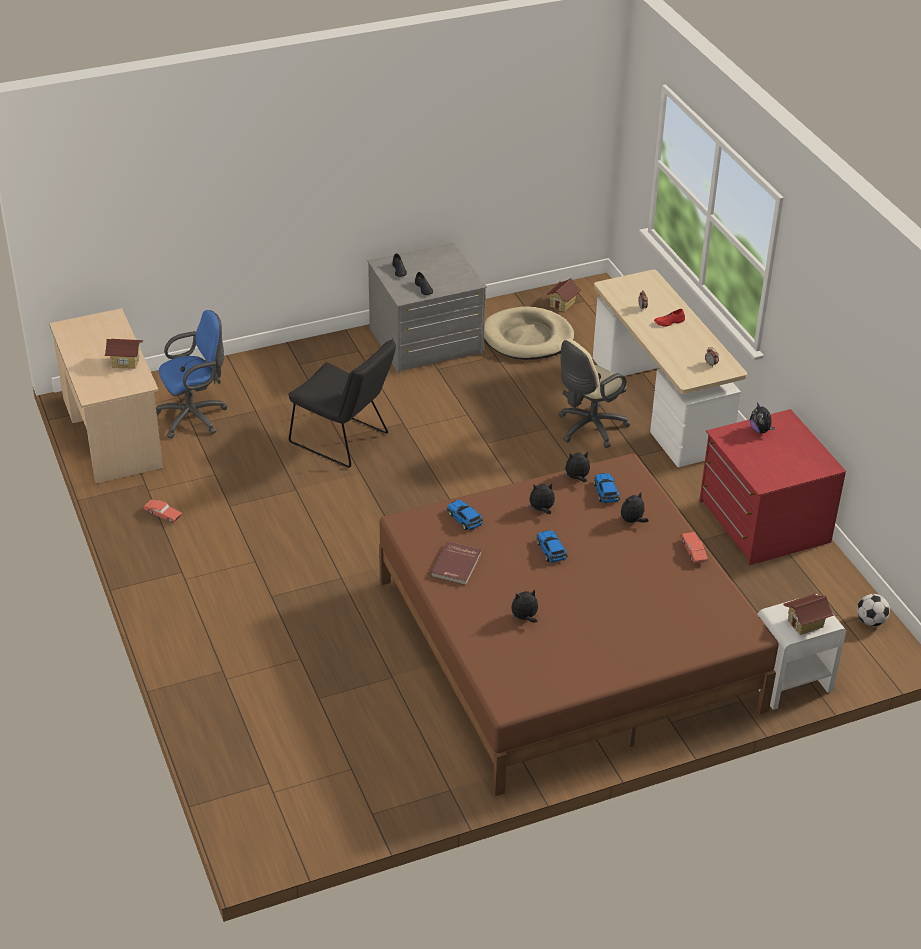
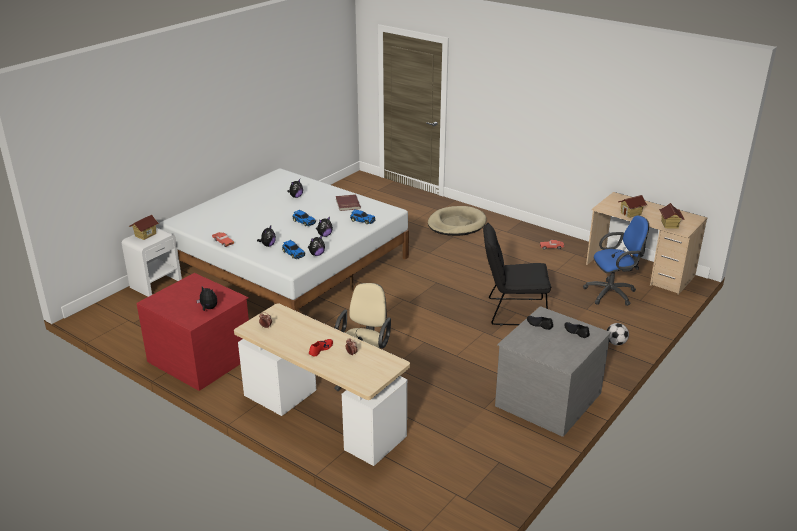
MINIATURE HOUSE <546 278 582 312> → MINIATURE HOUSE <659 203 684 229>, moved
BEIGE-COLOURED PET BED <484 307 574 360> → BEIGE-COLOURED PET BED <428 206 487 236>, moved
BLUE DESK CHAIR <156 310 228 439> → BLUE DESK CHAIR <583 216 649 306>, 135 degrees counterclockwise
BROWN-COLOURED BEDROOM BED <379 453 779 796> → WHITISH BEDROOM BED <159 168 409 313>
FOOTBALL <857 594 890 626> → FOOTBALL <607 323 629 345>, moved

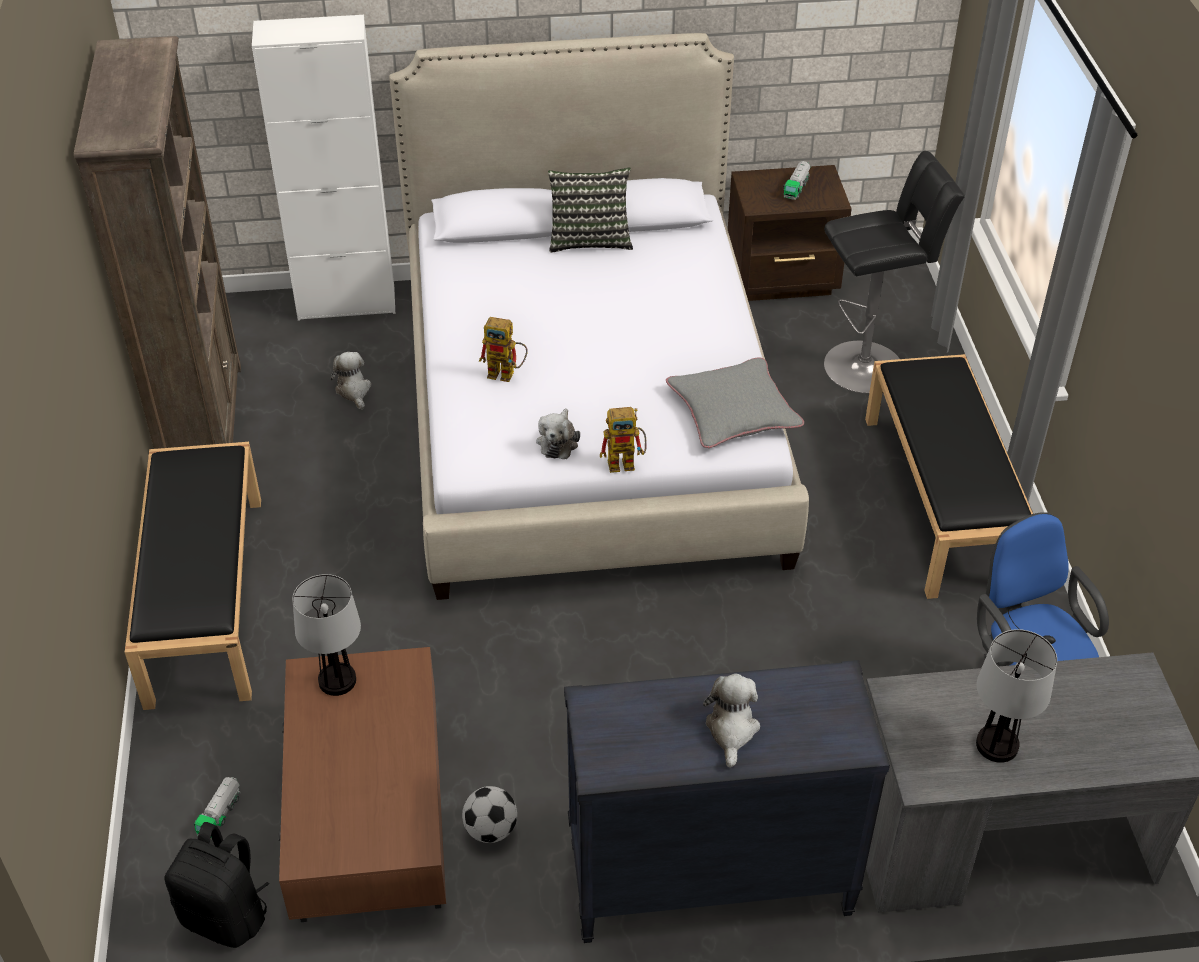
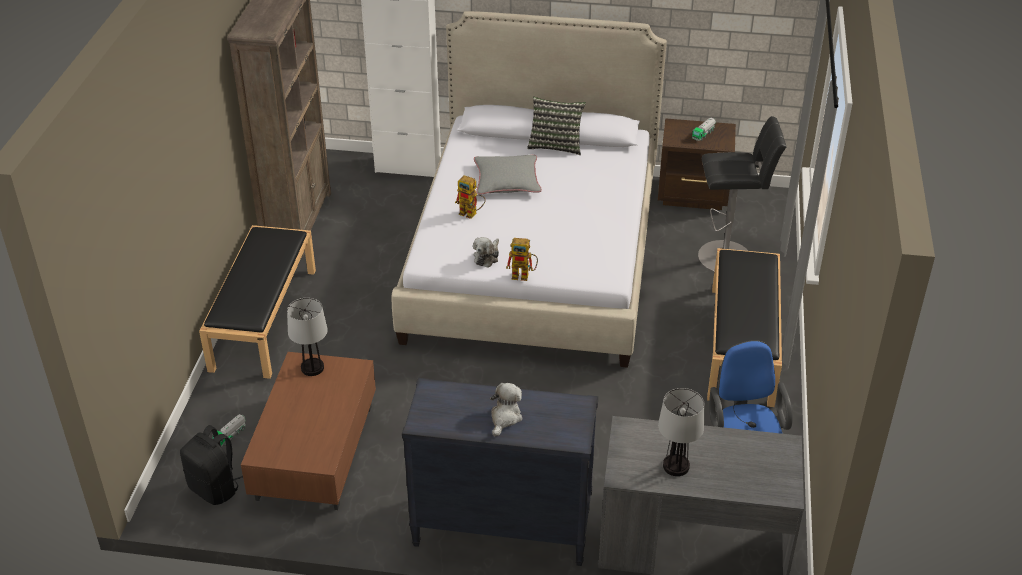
SOFT TOY <330 352 371 410> → -
GRAY THROW PILLOW <666 357 804 448> → GRAY THROW PILLOW <474 155 542 194>, moved
FOOTBALL <462 786 517 843> → -

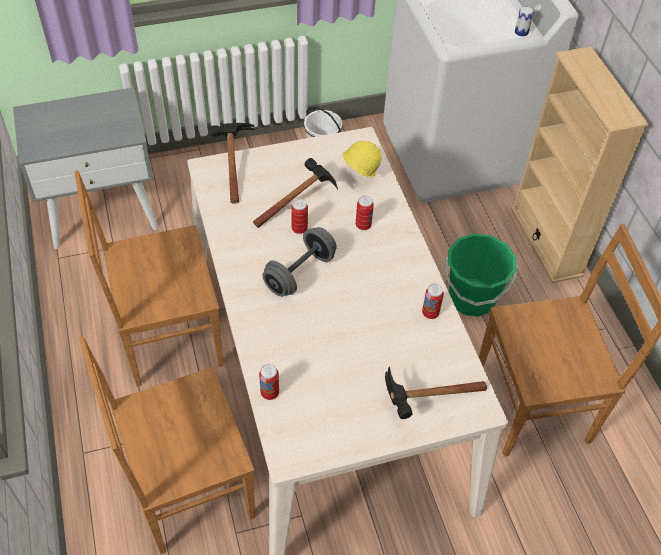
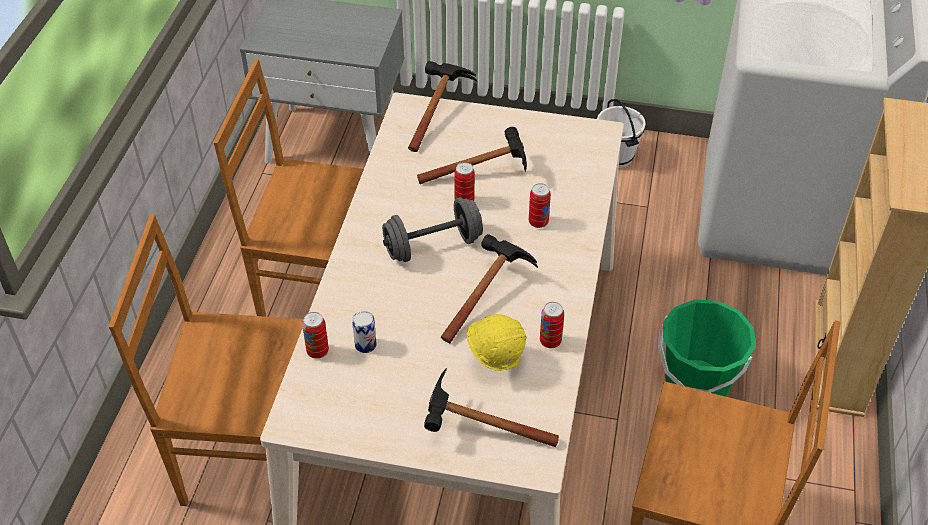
CAN <515 6 534 37> → CAN <352 311 376 353>, moved
YELLOW SAFETY HELMET <343 141 382 178> → YELLOW SAFETY HELMET <467 314 527 371>, moved
- → HAMMER <441 234 538 343>

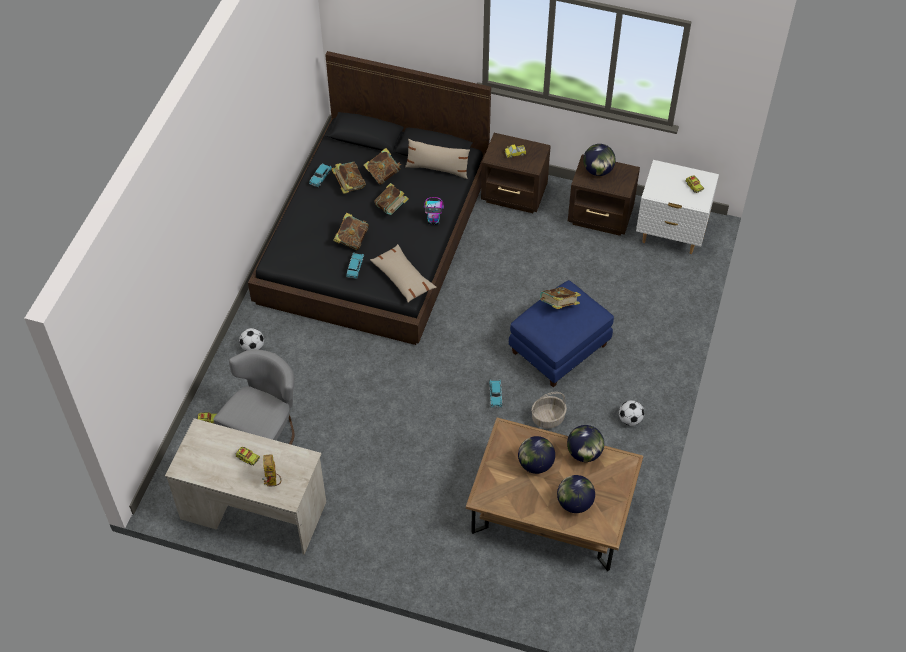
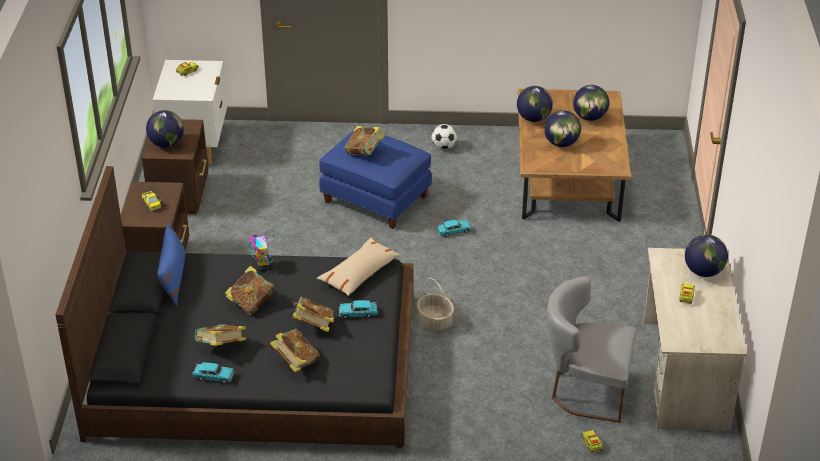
BEIGE-COLOURED THROW PILLOW <405 139 470 179> → BLUE THROW PILLOW <157 222 186 306>
VOLUME <364 148 402 185> → VOLUME <270 329 320 372>, moved
FOOTBALL <239 328 264 351> → -
BASKET <531 392 567 428> → BASKET <417 278 454 331>, moved
MODEL ROBOT <261 454 281 486> → WORLD GLOBE <685 234 728 277>

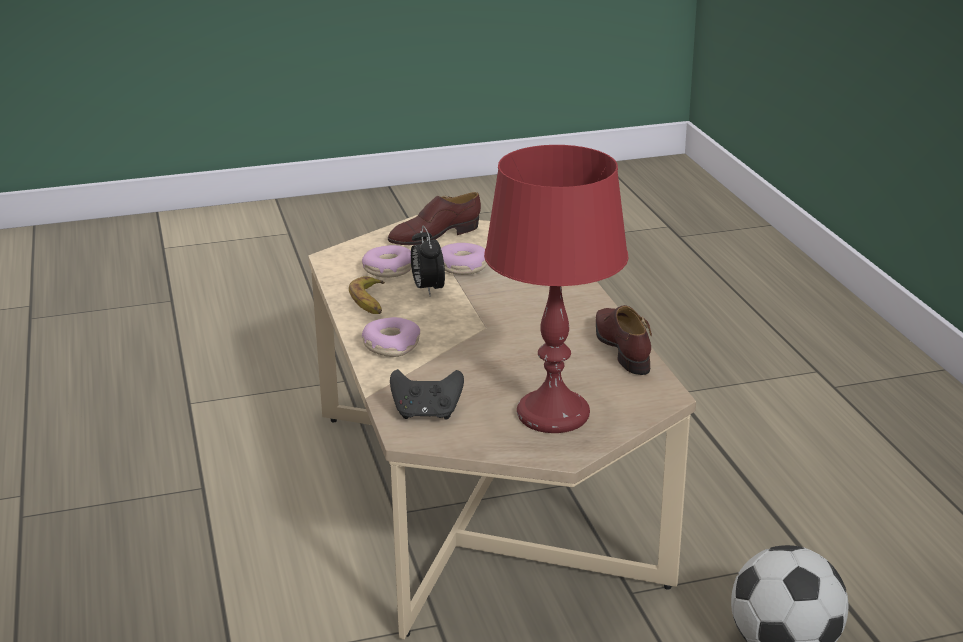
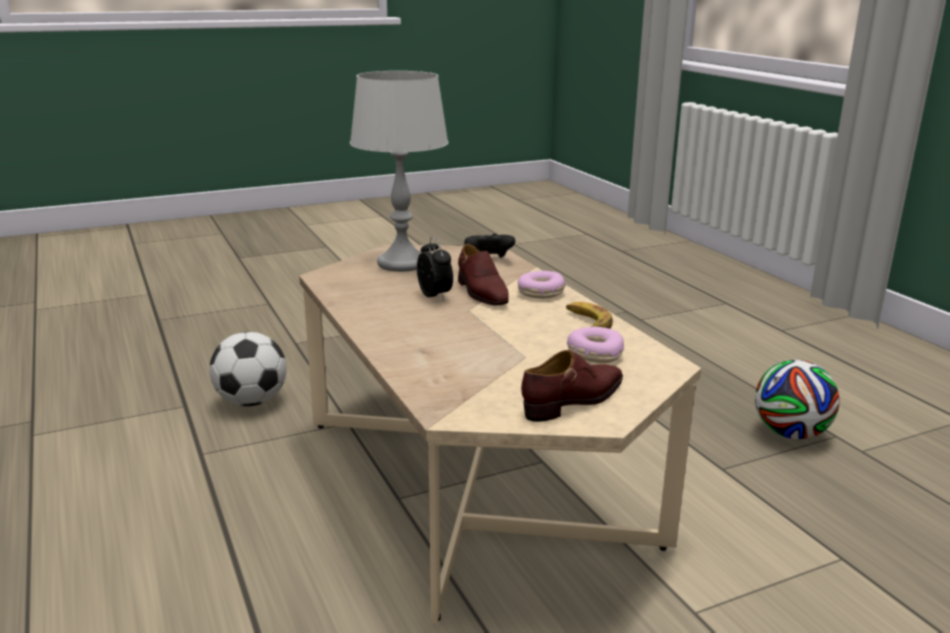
RED-COLOURED LAMP FOR A TABLE <484 145 629 433> → GRAY LAMP FOR A TABLE <350 71 449 272>
TABLE CLOCK <411 226 445 297> → TABLE CLOCK <417 237 453 301>, moved
RING DOUGHNUT <441 243 487 275> → -
BROWN-COLOURED LOW SHOE <596 305 652 375> → BROWN-COLOURED LOW SHOE <458 244 509 306>, moved
- → FOOTBALL <755 360 840 439>

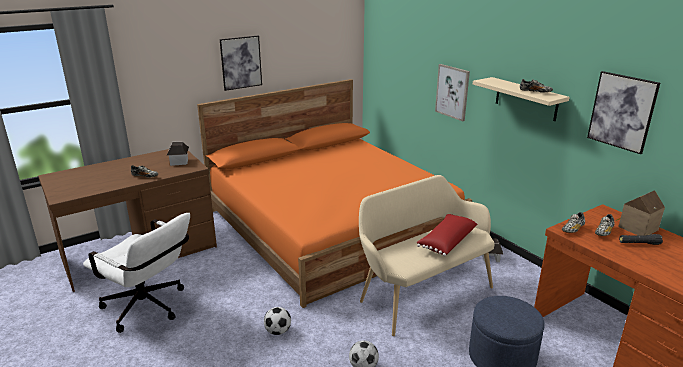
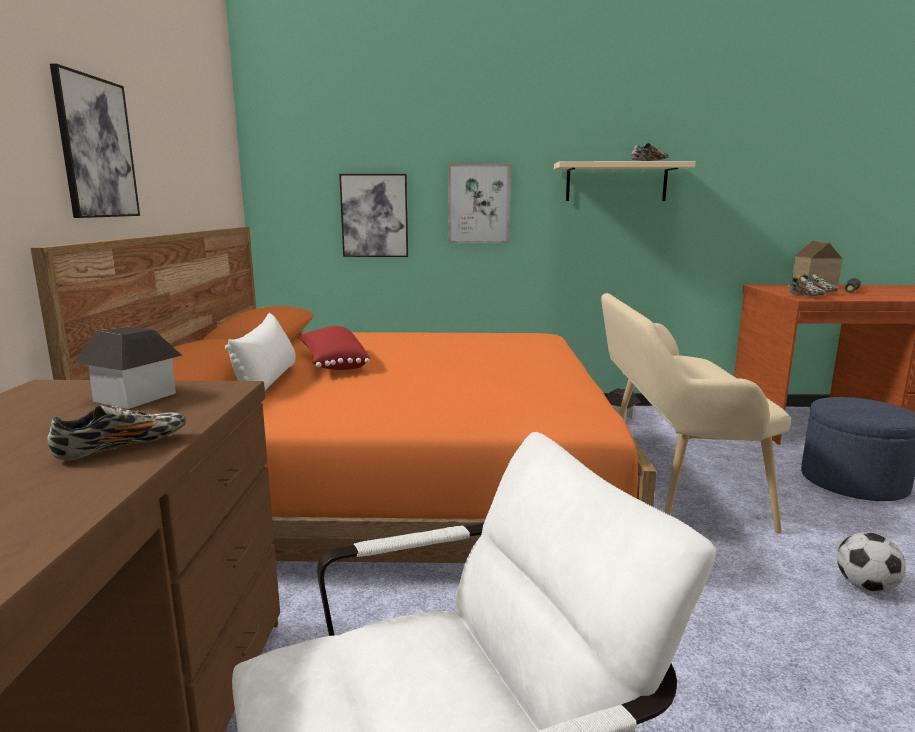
PICTURE <587 71 660 154> → PICTURE <339 174 408 257>, moved
RED-COLOURED THROW PILLOW <416 214 477 256> → RED-COLOURED THROW PILLOW <299 326 370 370>, moved
FOOTBALL <264 307 291 335> → -
- → WHITISH THROW PILLOW <225 313 296 390>

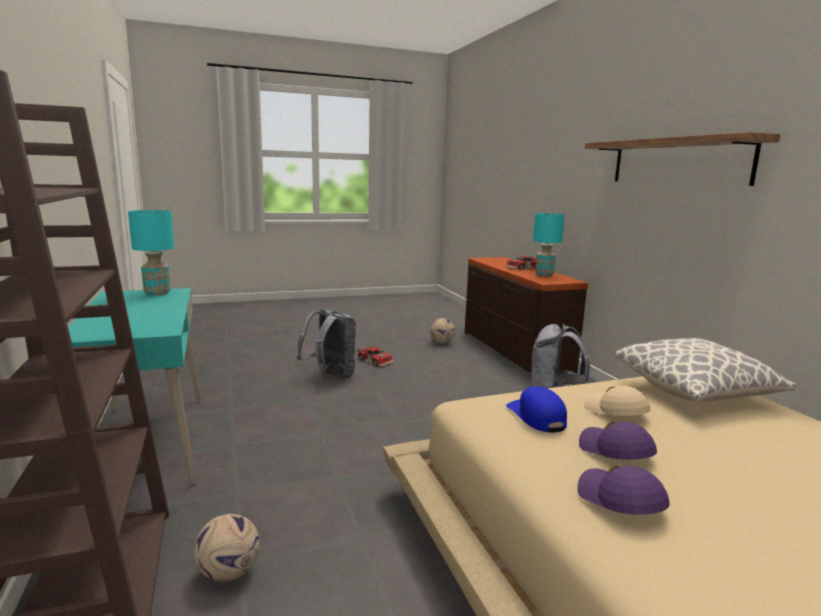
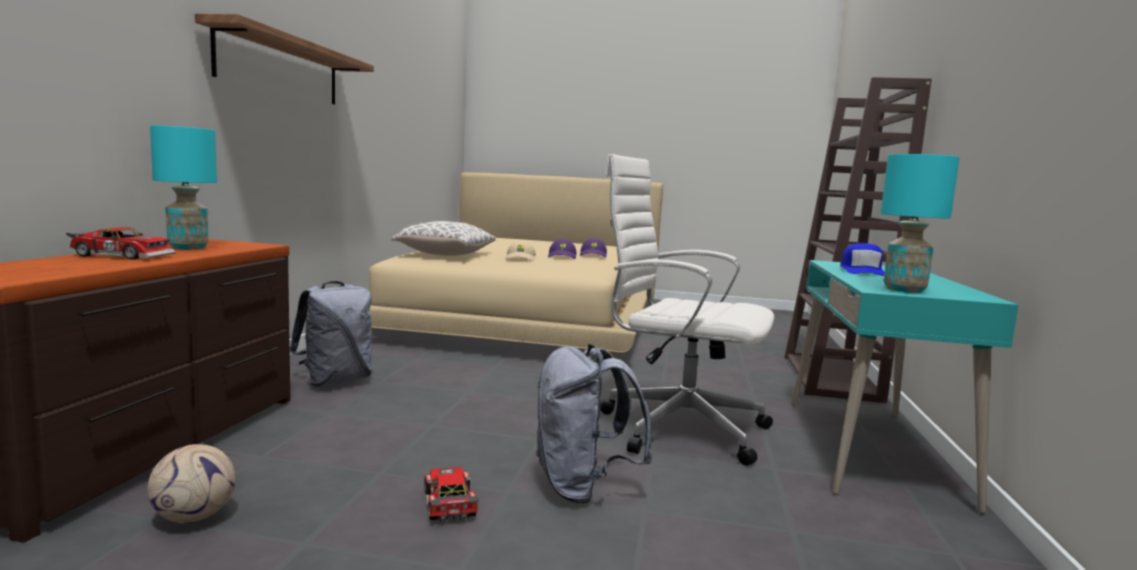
BLUE CAP <506 386 567 433> → BLUE CAP <840 243 885 276>, moved
FOOTBALL <194 514 260 582> → -
- → WHITISH DESK CHAIR <600 154 774 466>

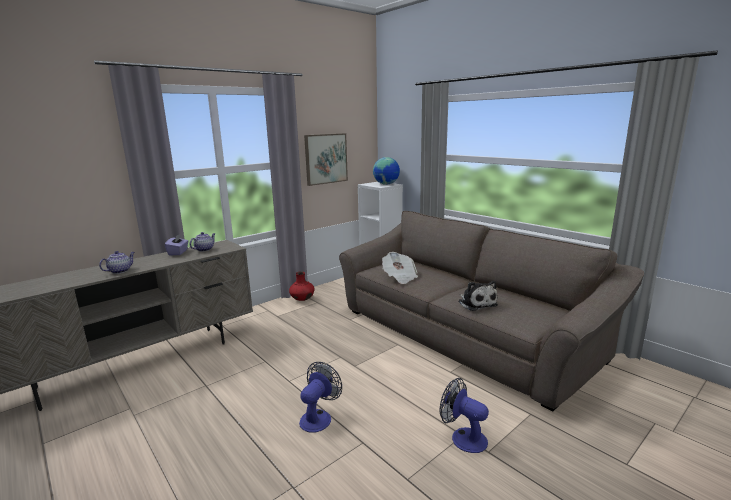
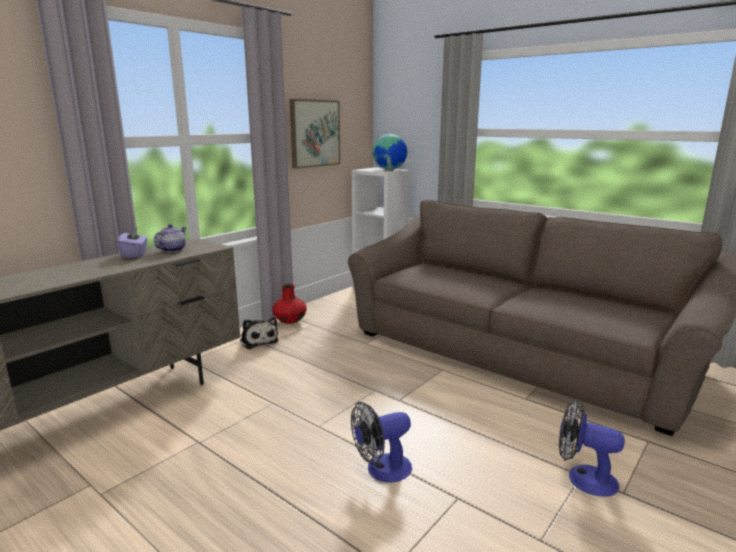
TEA POT <99 251 135 274> → -
NEWSPAPER <382 252 418 284> → -
SOFT TOY <458 281 498 311> → SOFT TOY <240 317 278 349>, moved
ELECTRIC FAN <299 362 342 433> → ELECTRIC FAN <351 402 412 482>, 135 degrees counterclockwise

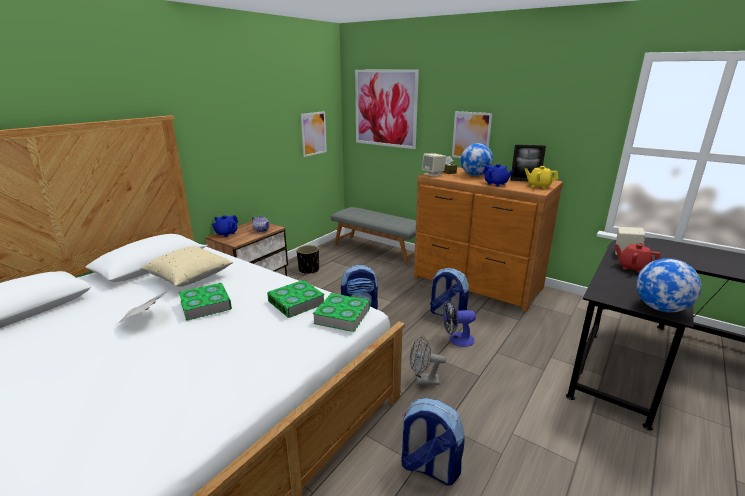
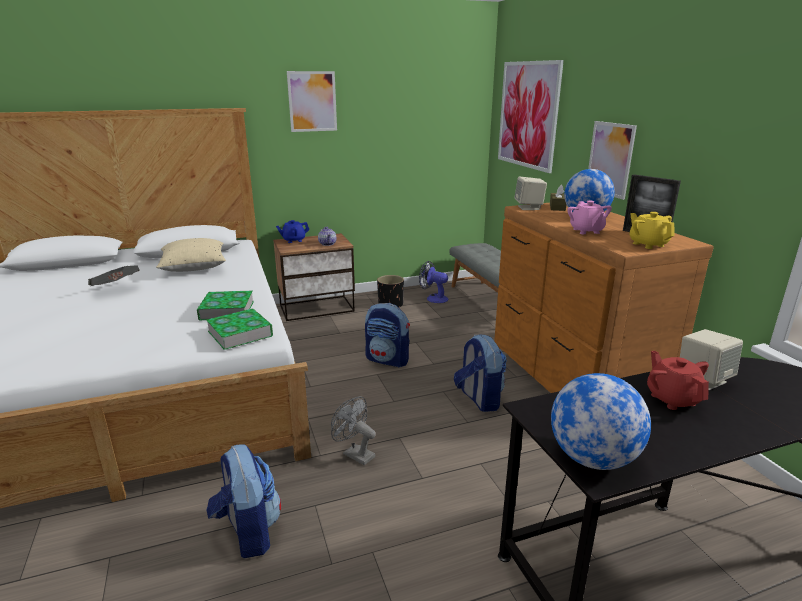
PICTURE <301 111 327 157> → PICTURE <287 71 337 132>, moved
BLUE TEA POT <483 164 513 186> → PINKISH TEA POT <567 201 612 234>
VOLUME <179 283 232 321> → -
ELECTRIC FAN <443 301 476 347> → ELECTRIC FAN <419 261 448 303>, moved

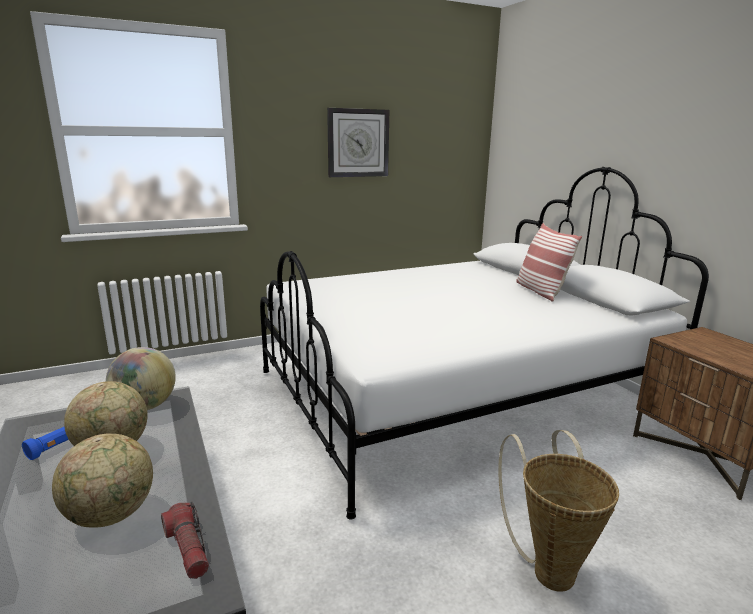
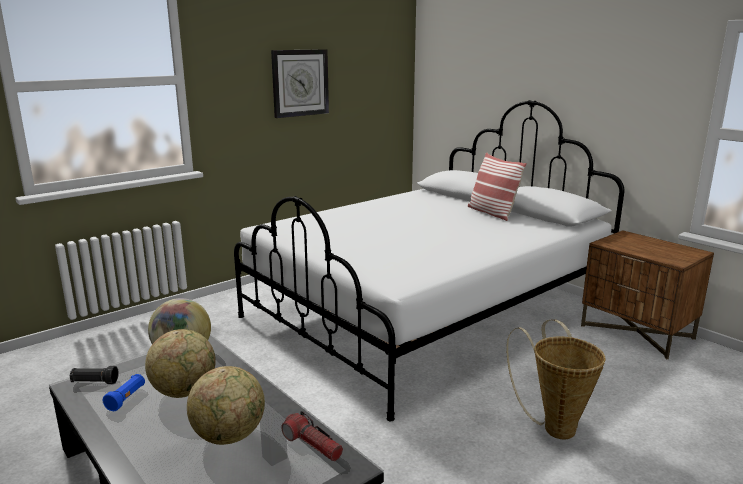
- → BLACKISH TORCH <70 366 119 384>

